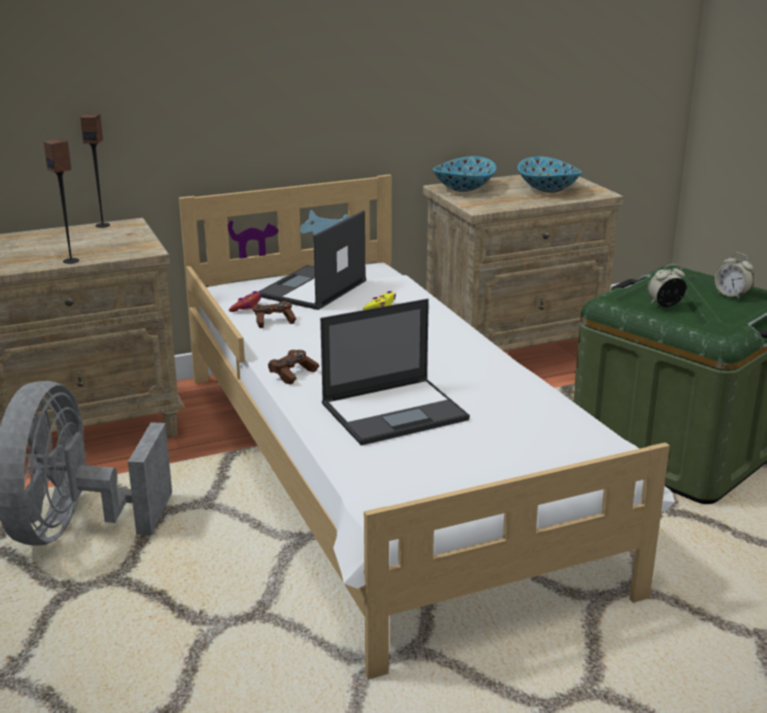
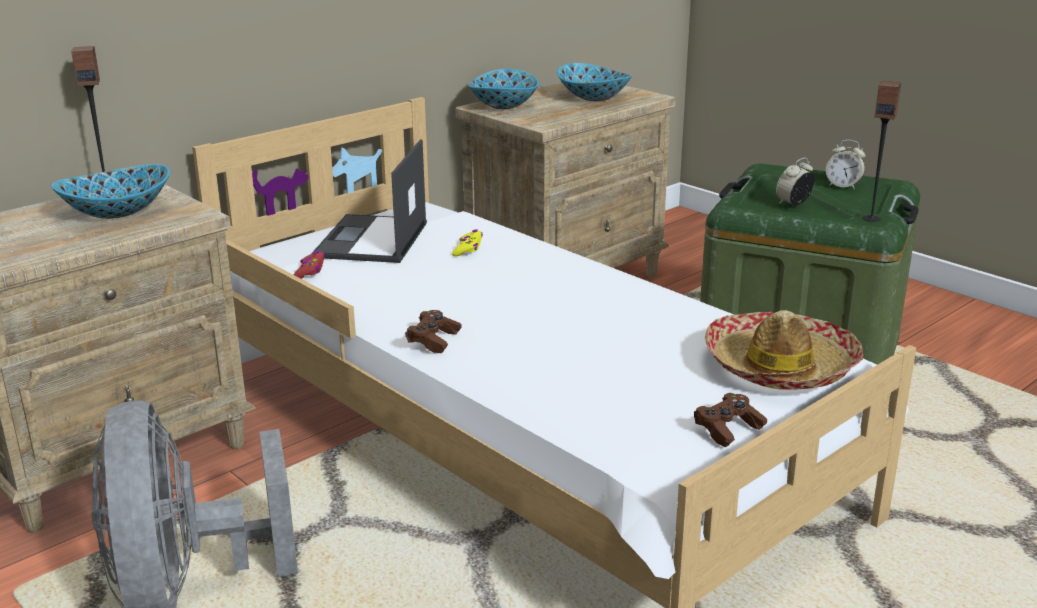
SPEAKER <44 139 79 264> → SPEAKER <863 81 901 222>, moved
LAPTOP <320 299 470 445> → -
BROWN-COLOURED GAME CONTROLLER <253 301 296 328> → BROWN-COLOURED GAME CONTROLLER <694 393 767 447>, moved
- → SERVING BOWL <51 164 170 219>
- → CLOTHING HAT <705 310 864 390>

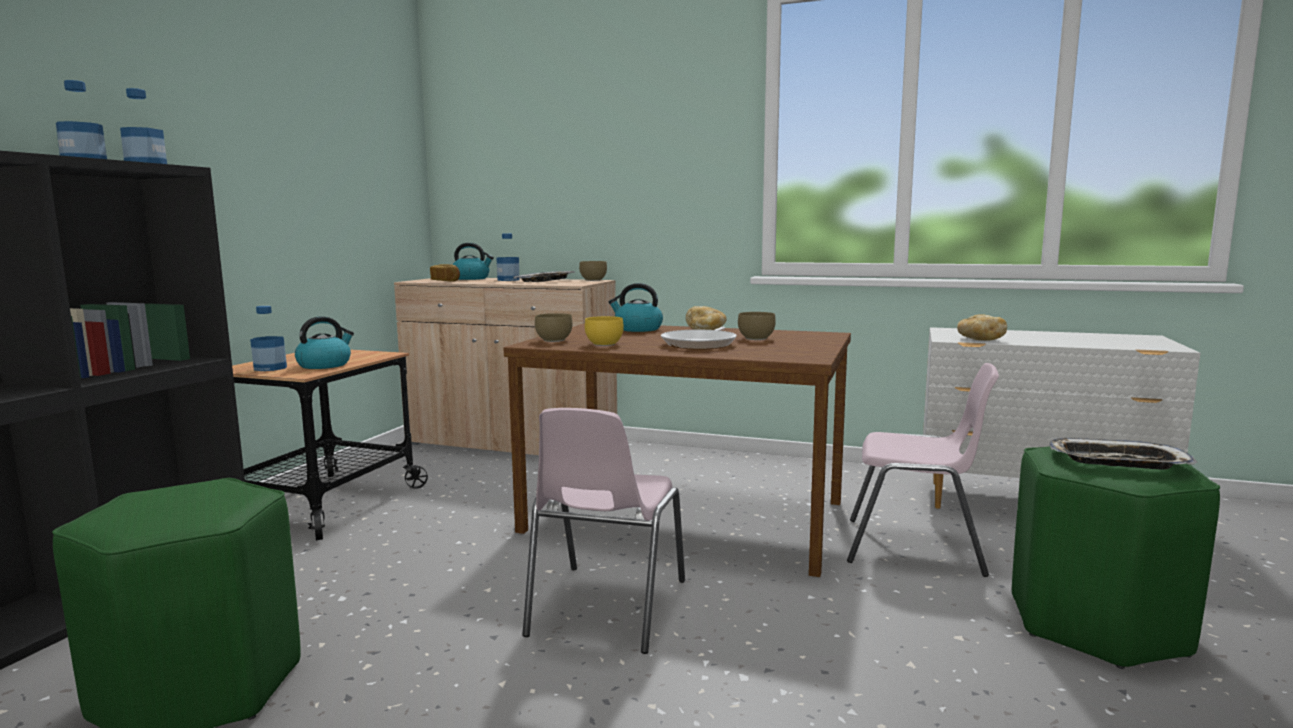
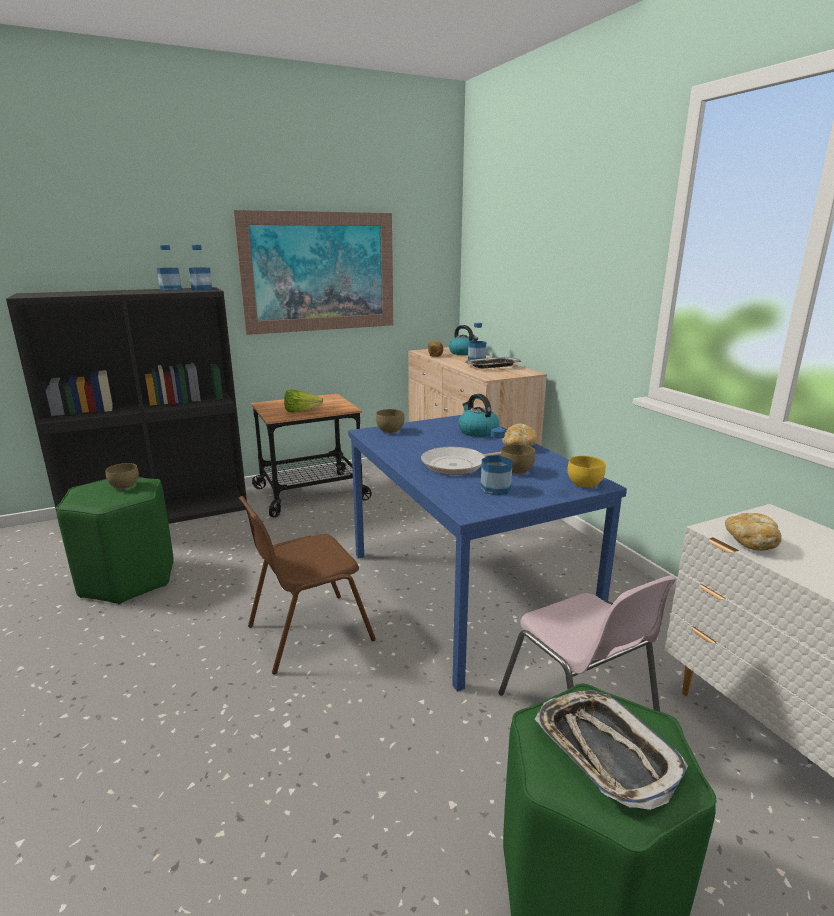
BROWN-COLOURED SERVING BOWL <579 261 607 281> → BROWN-COLOURED SERVING BOWL <106 463 139 489>, moved
DRINK BOTTLE <250 306 287 371> → DRINK BOTTLE <480 428 513 496>, moved
WATER KETTLE <295 316 354 369> → LETTUCE <284 389 323 413>
YELLOW SERVING BOWL <585 316 624 346> → YELLOW SERVING BOWL <568 456 606 488>, moved
BROWN-COLOURED DINNER TABLE <504 323 851 577> → BLUE DINNER TABLE <348 415 627 692>
PINKISH PLAIN CHAIR <523 408 685 654> → BROWN-COLOURED PLAIN CHAIR <239 496 376 675>
- → PICTURE <233 210 393 335>

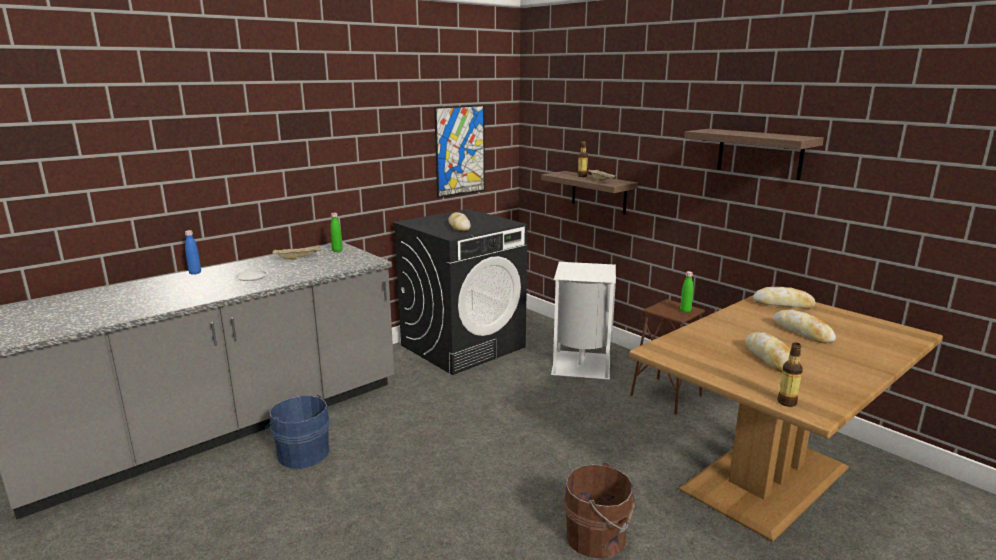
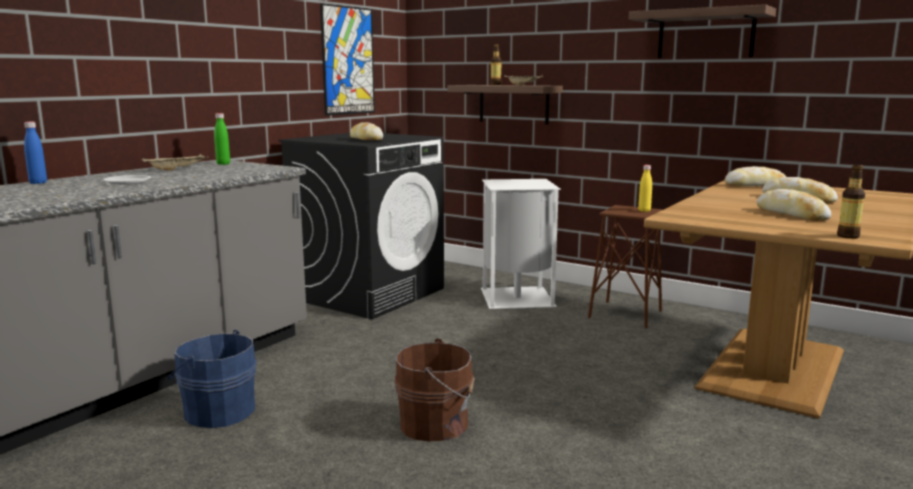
GREEN DRINK BOTTLE <680 271 693 313> → YELLOW DRINK BOTTLE <638 165 652 212>
BROWN-COLOURED BUCKET <564 462 635 559> → BROWN-COLOURED BUCKET <395 339 475 441>, moved

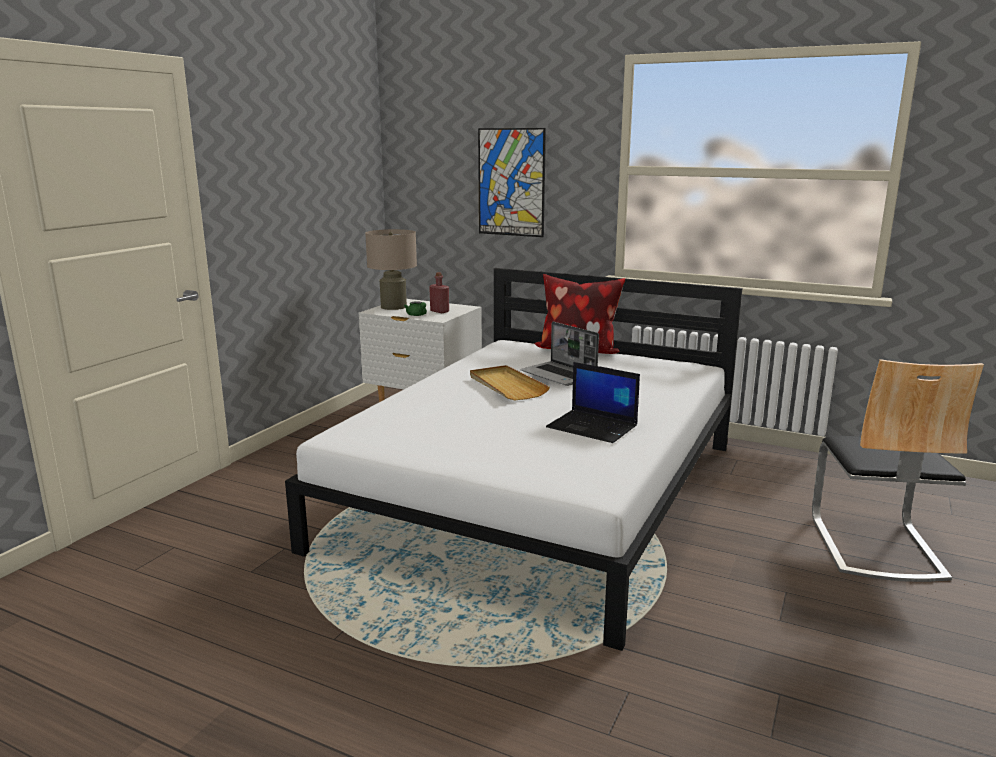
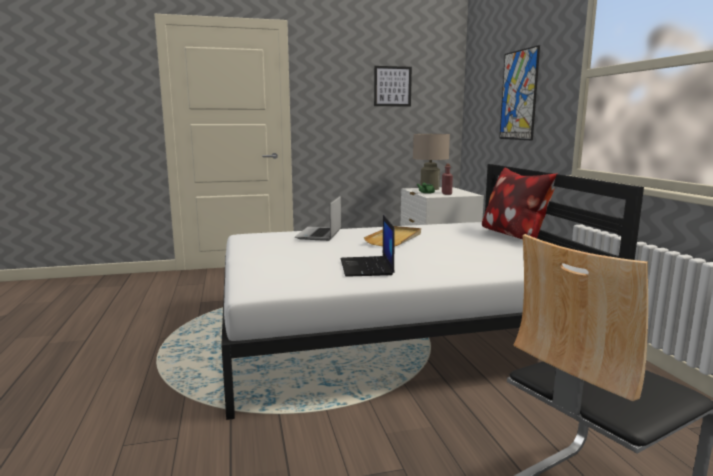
LAPTOP <520 322 599 386> → LAPTOP <295 196 341 241>, moved
- → PICTURE <374 66 412 107>

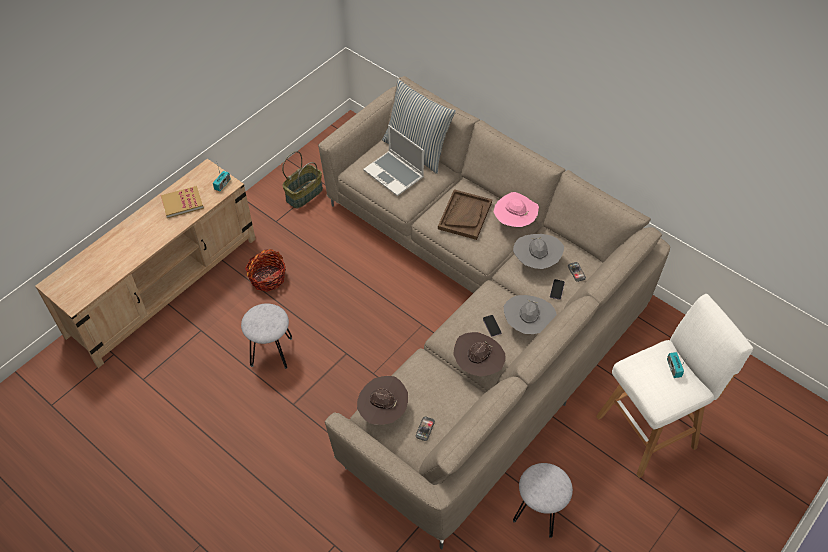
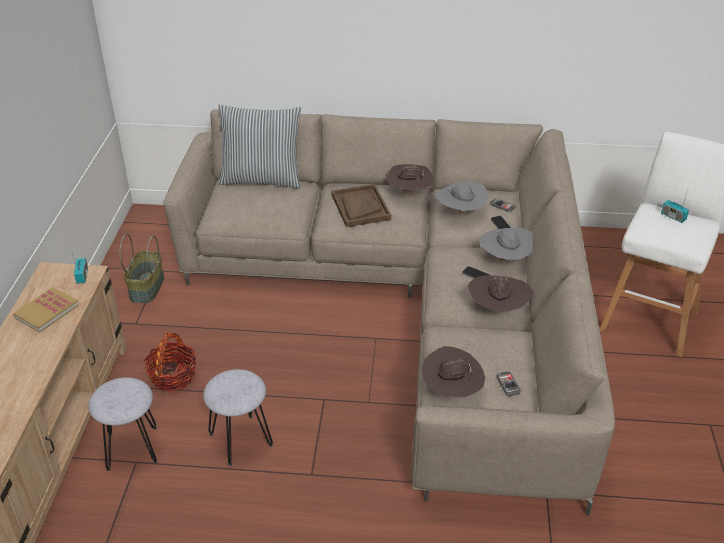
LAPTOP <363 125 424 196> → -
PINKISH CLOTHING HAT <494 192 539 227> → BROWN-COLOURED CLOTHING HAT <386 164 434 196>
GRAY STOOL <513 463 573 538> → GRAY STOOL <88 377 157 471>, moved

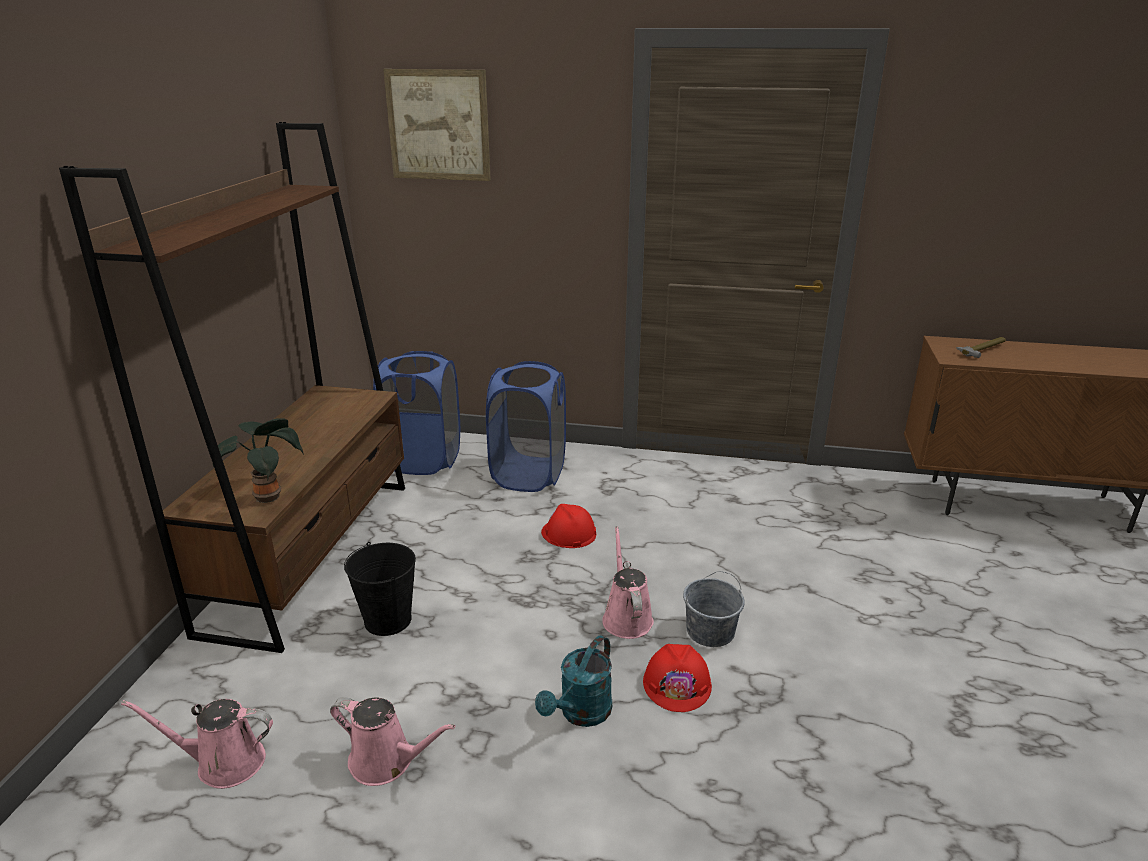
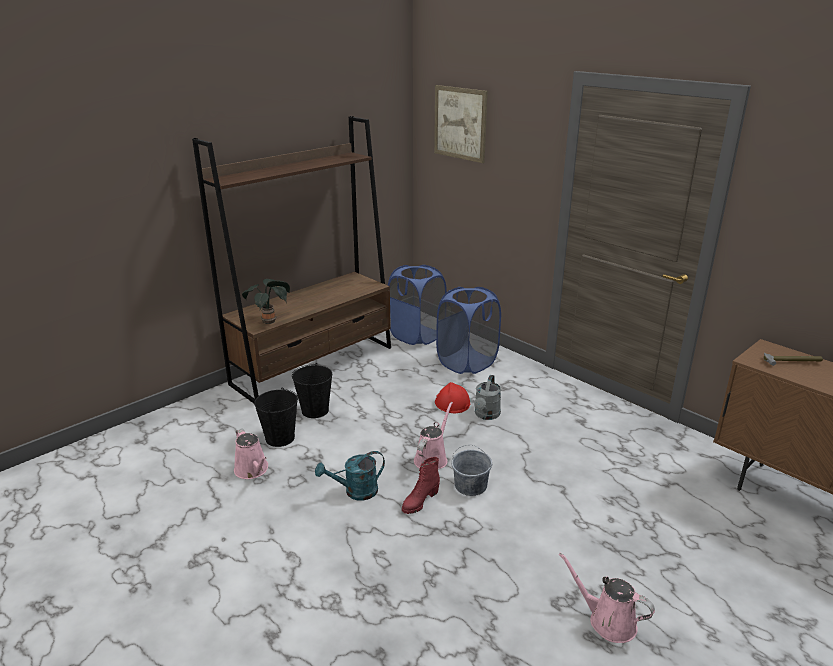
RED-COLOURED SAFETY HELMET <643 644 712 712> → RED-COLOURED TALL BOOT <402 457 440 514>
PINKISH WATERING CAN <121 699 273 789> → PINKISH WATERING CAN <558 552 655 643>, moved
- → GRAY WATERING CAN <474 375 501 420>
- → BLACKISH BUCKET <254 388 298 447>

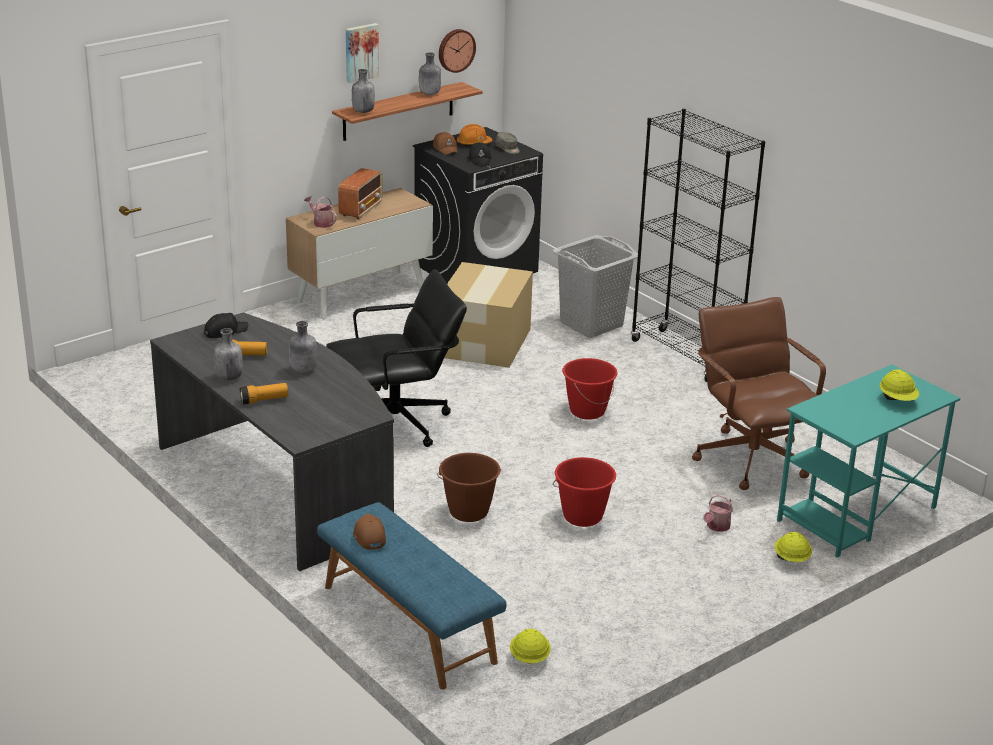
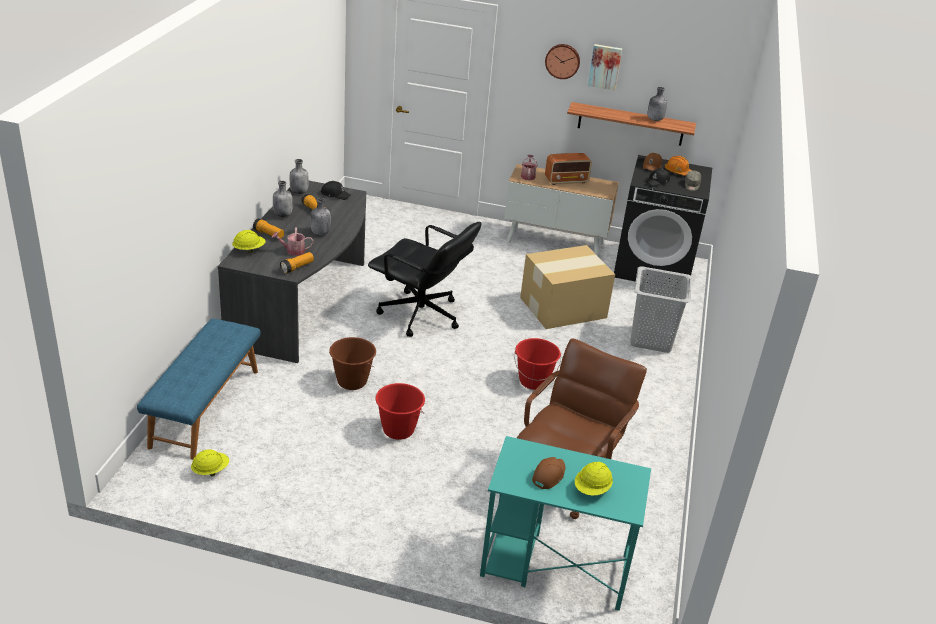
HANGING CLOCK <439 29 476 73> → HANGING CLOCK <545 44 580 79>, moved
GRAY DRINK BOTTLE <352 69 375 113> → GRAY DRINK BOTTLE <290 159 309 194>, moved
BLACKISH SHELVING UNIT <631 109 765 382> → -
WATERING CAN <703 494 733 532> → WATERING CAN <272 227 314 256>, moved
BROWN-COLOURED CAP <353 514 386 550> → BROWN-COLOURED CAP <532 457 565 489>, moved
YELLOW SAFETY HELMET <775 532 812 562> → YELLOW SAFETY HELMET <232 230 266 253>, moved
- → TORCH <280 252 314 274>

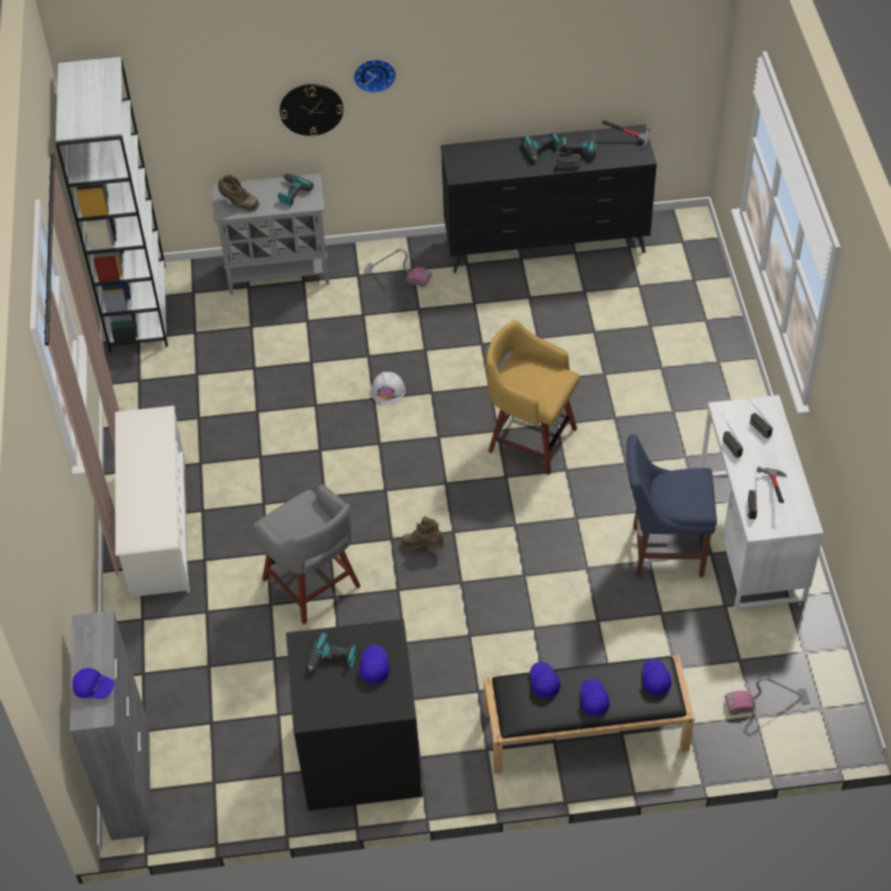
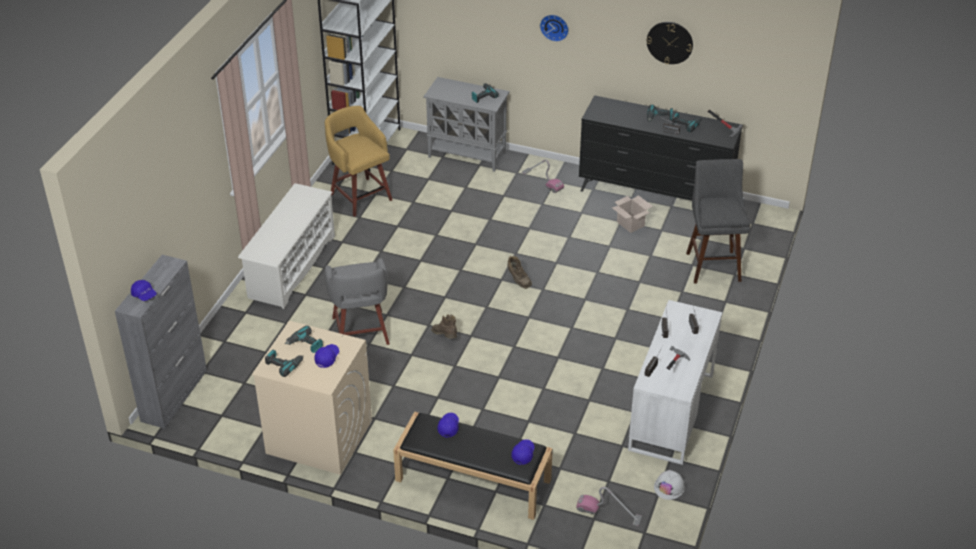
HANGING CLOCK <280 84 343 137> → HANGING CLOCK <647 22 693 64>, moved
BROWN-COLOURED TALL BOOT <218 174 260 211> → BROWN-COLOURED TALL BOOT <508 256 532 289>, moved
YELLOW STOOL <486 321 580 475> → YELLOW STOOL <325 106 392 217>, moved
WHITISH SAFETY HELMET <371 372 405 405> → WHITISH SAFETY HELMET <654 470 685 500>, moved
BLUE PLAIN CHAIR <627 434 717 577> → -
BLACKISH LAUNDRY MACHINE <286 619 422 811> → BEIGE-COLOURED LAUNDRY MACHINE <252 321 372 475>
BLUE CAP <581 679 610 717> → -
- → GRAY STOOL <686 159 750 283>
- → CARDBOARD BOX <612 195 653 233>
- → DRILL <265 350 304 377>

